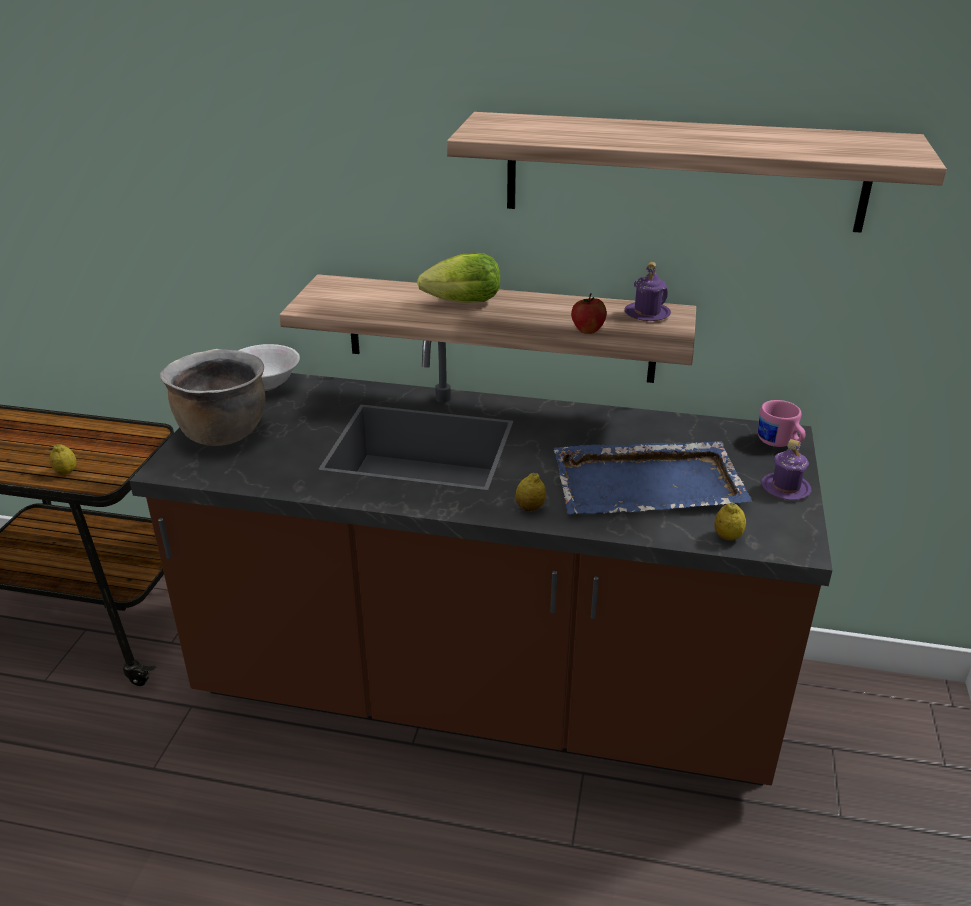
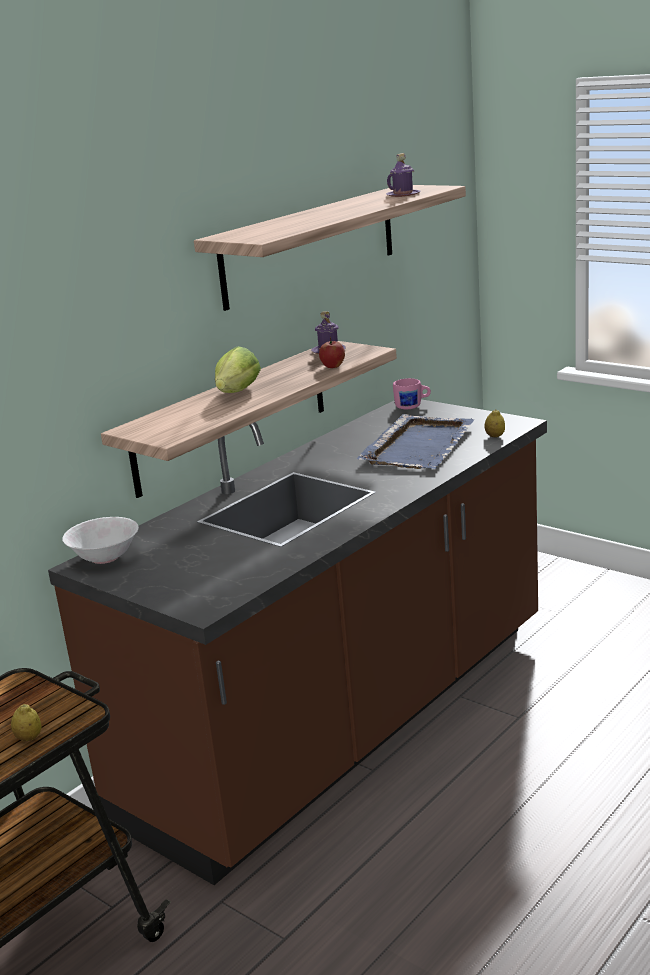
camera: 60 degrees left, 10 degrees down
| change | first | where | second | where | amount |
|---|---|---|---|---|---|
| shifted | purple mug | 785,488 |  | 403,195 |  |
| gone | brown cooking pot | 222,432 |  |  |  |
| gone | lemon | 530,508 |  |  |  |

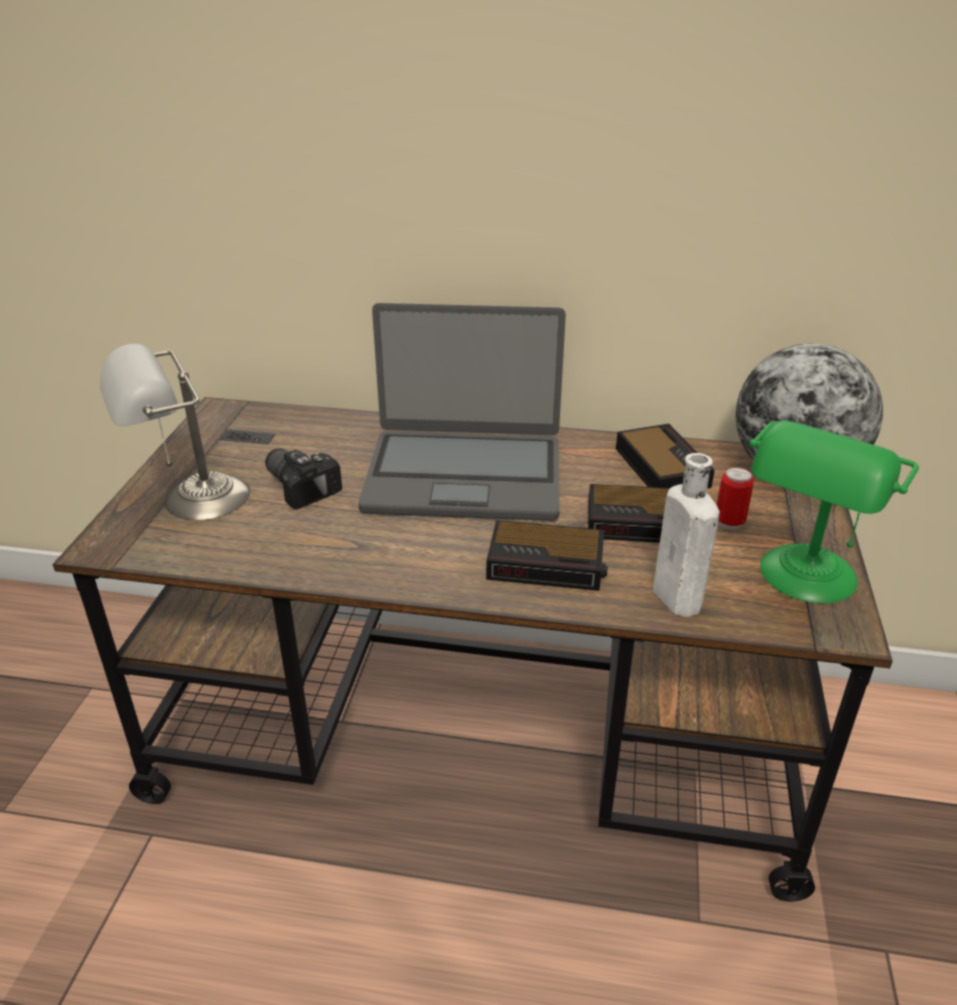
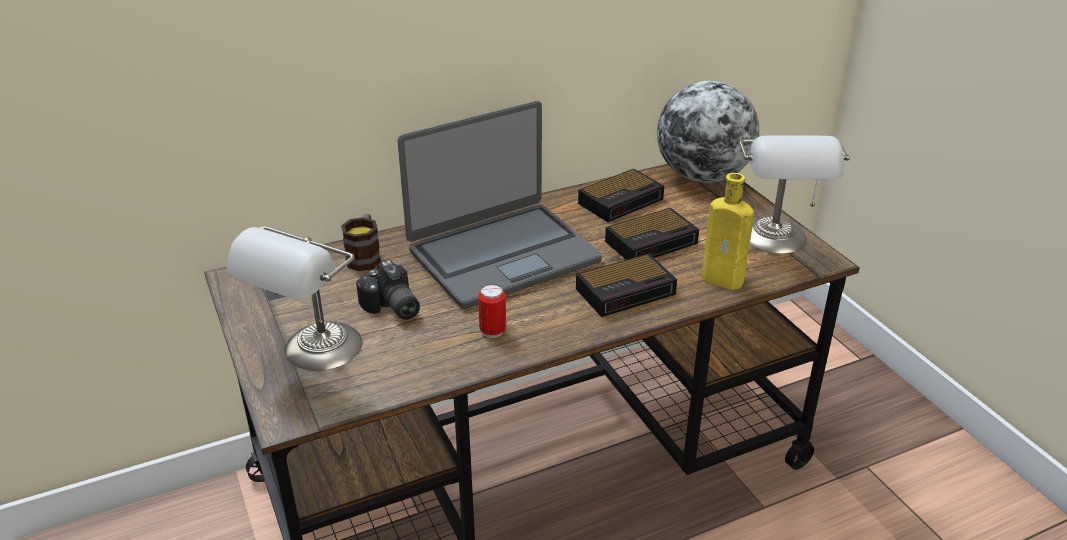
camera: 35 degrees left, 0 degrees up
| change | first | where | second | where | amount |
|---|---|---|---|---|---|
| new |  |  | mug | 365,256 |  |
| rotated | photo camera | 302,486 |  | 391,308 | 135 degrees counterclockwise |
| shifted | can | 729,522 |  | 492,331 |  |
| rotated | alarm clock | 660,466 |  | 622,200 | 105 degrees clockwise |
| repainted | white bottle | 679,600 | yellow bottle | 725,280 |  |
| repainted | green table lamp | 803,584 | white table lamp | 778,243 |  |

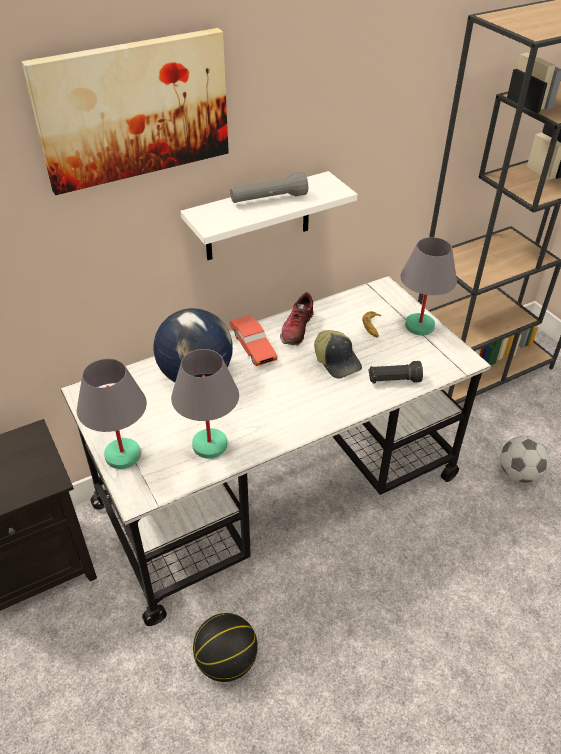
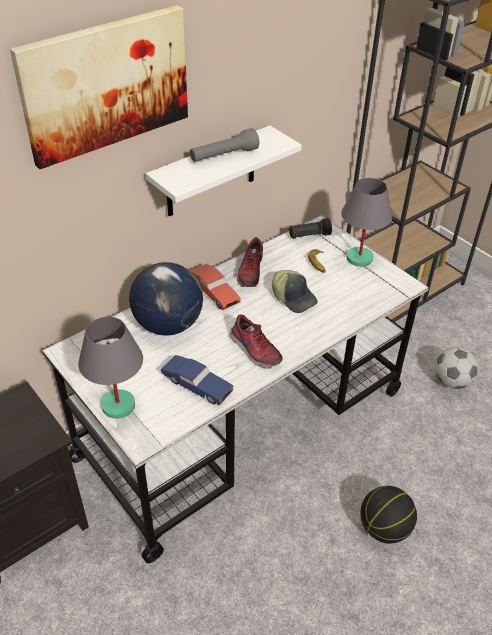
camera: 10 degrees left, 0 degrees up
| change | first | where | second | where | amount |
|---|---|---|---|---|---|
| swapped | grey table lamp | 210,444 | blue toy car | 197,386 |  |
| new |  |  | shoe | 254,350 |  |
| shifted | black flashlight | 393,380 |  | 309,236 |  |
| shifted | basketball | 227,661 |  | 384,528 |  |

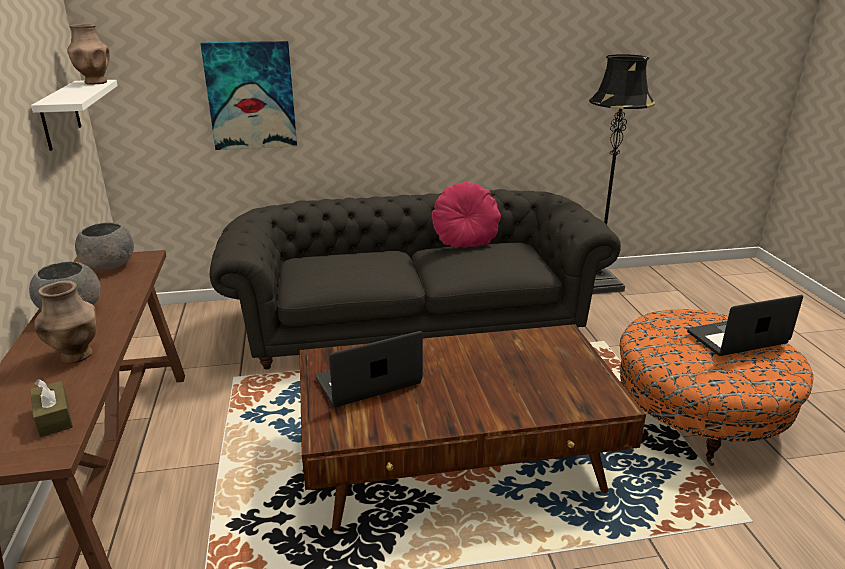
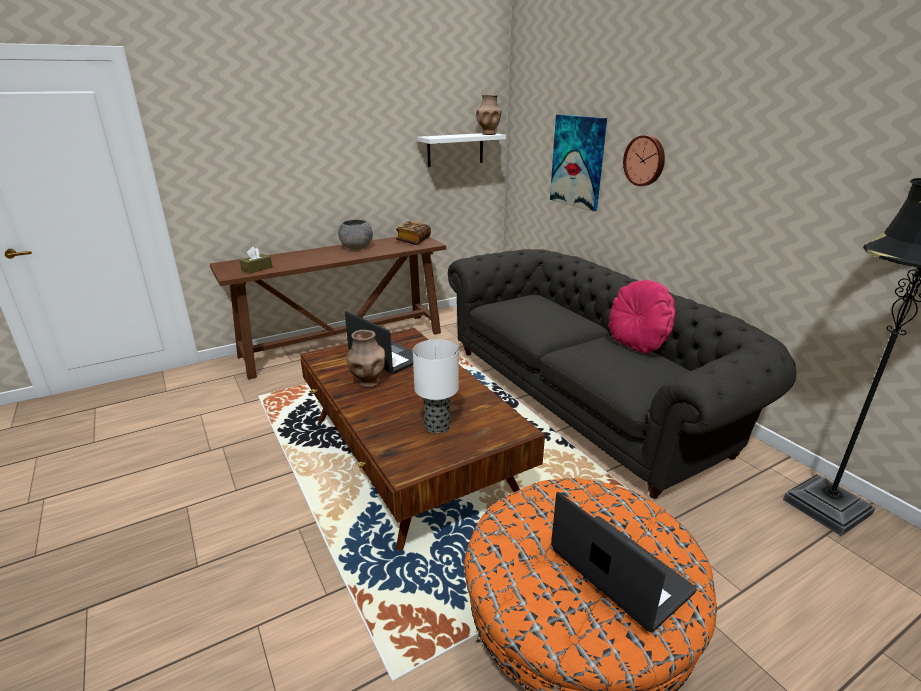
camera: 70 degrees right, 0 degrees up
| change | first | where | second | where | amount |
|---|---|---|---|---|---|
| shifted | brown vase | 76,355 |  | 368,383 |  |
| swapped | grey bowl | 109,266 | book | 413,240 |  |
| new |  |  | table lamp | 438,426 |  |
| new |  |  | wall clock | 645,160 |  |

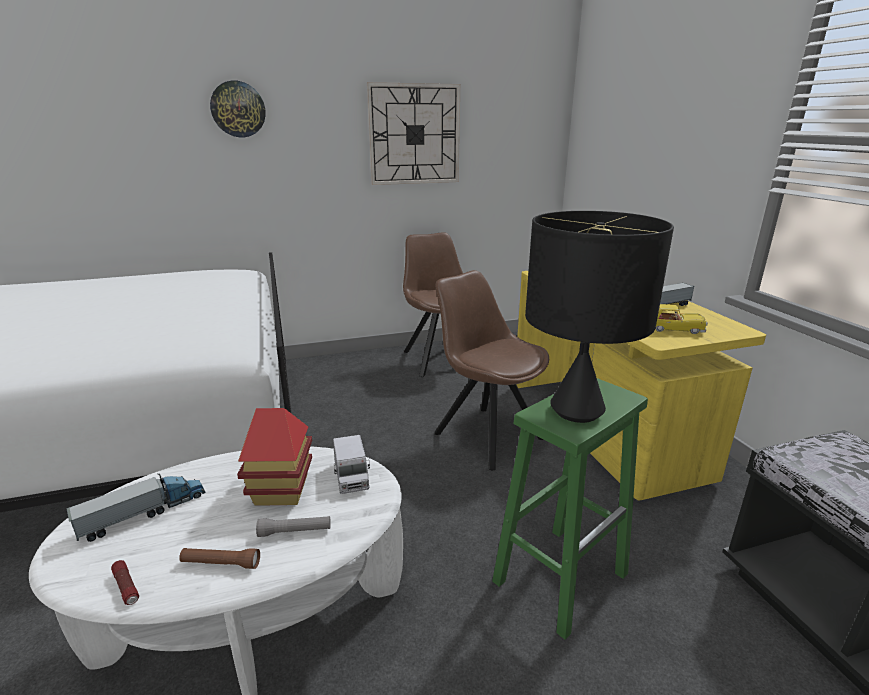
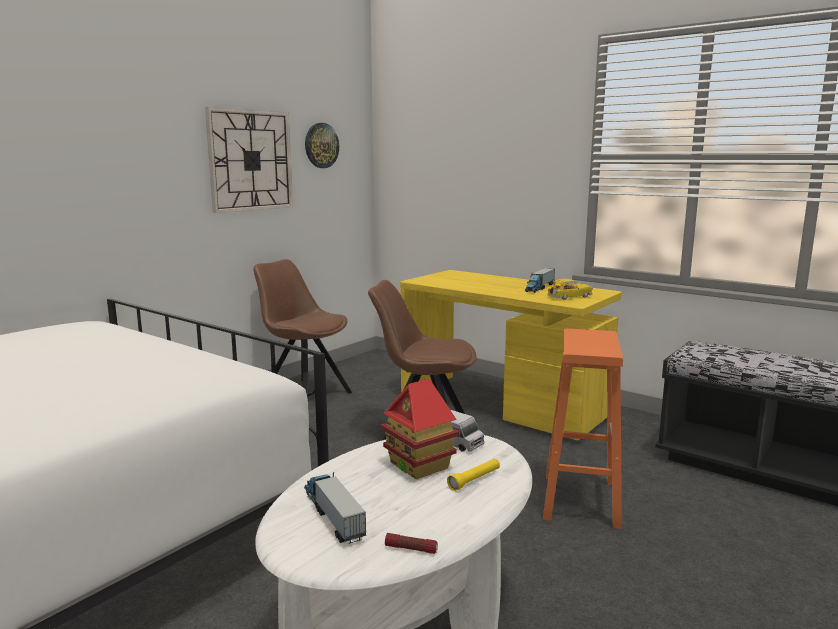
camera: 35 degrees left, 10 degrees down
| change | first | where | second | where | amount |
|---|---|---|---|---|---|
| rotated | toy truck | 144,513 |  | 332,515 | 45 degrees counterclockwise |
| shifted | wall clock | 238,109 |  | 321,145 |  |
| repainted | grey flashlight | 295,531 | yellow flashlight | 474,480 |  |
| repainted | green stool | 561,576 | orange stool | 580,499 |  |
| gone | brown flashlight | 221,563 |  |  |  |
| gone | black table lamp | 576,411 |  |  |  |

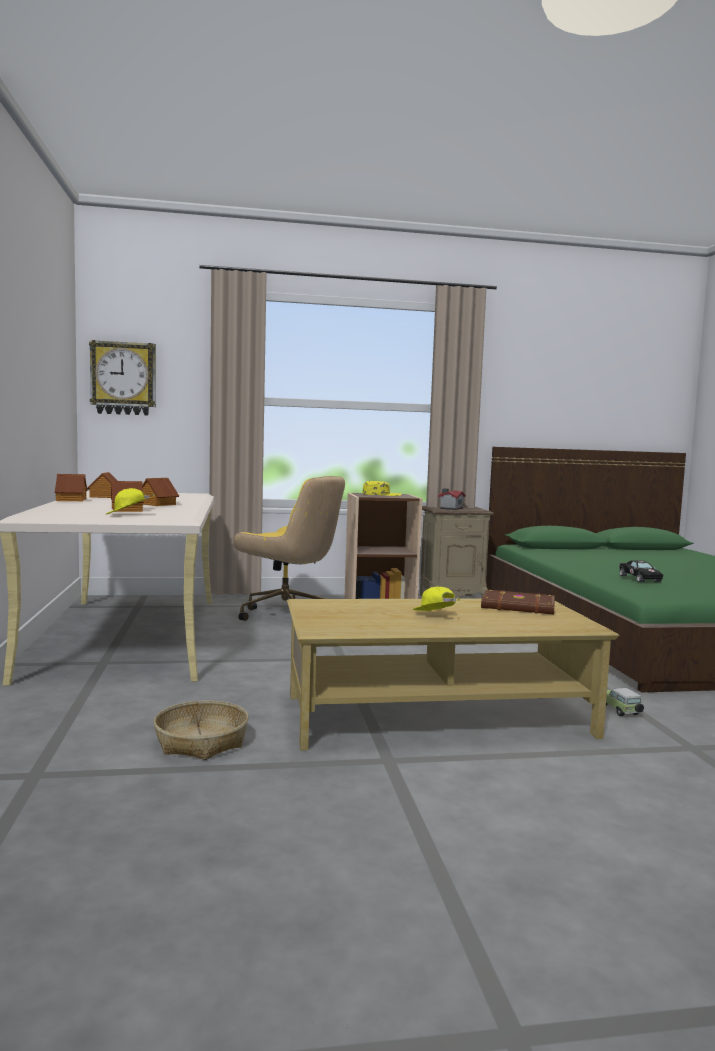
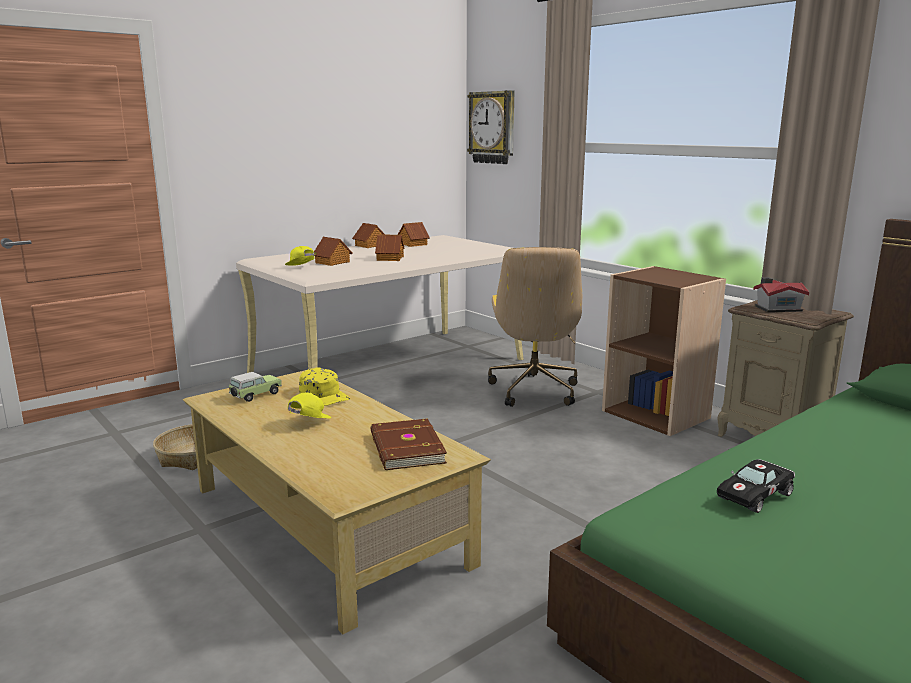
camera: 60 degrees right, 10 degrees up
| change | first | where | second | where | amount |
|---|---|---|---|---|---|
| shifted | toy car | 620,710 |  | 254,396 |  |
| shifted | yellow cap | 381,495 |  | 324,395 |  |

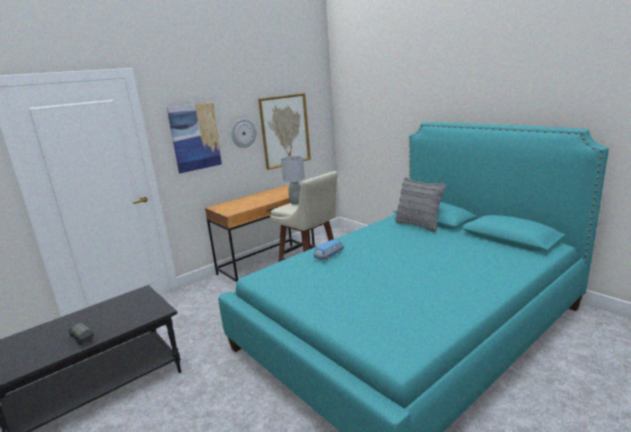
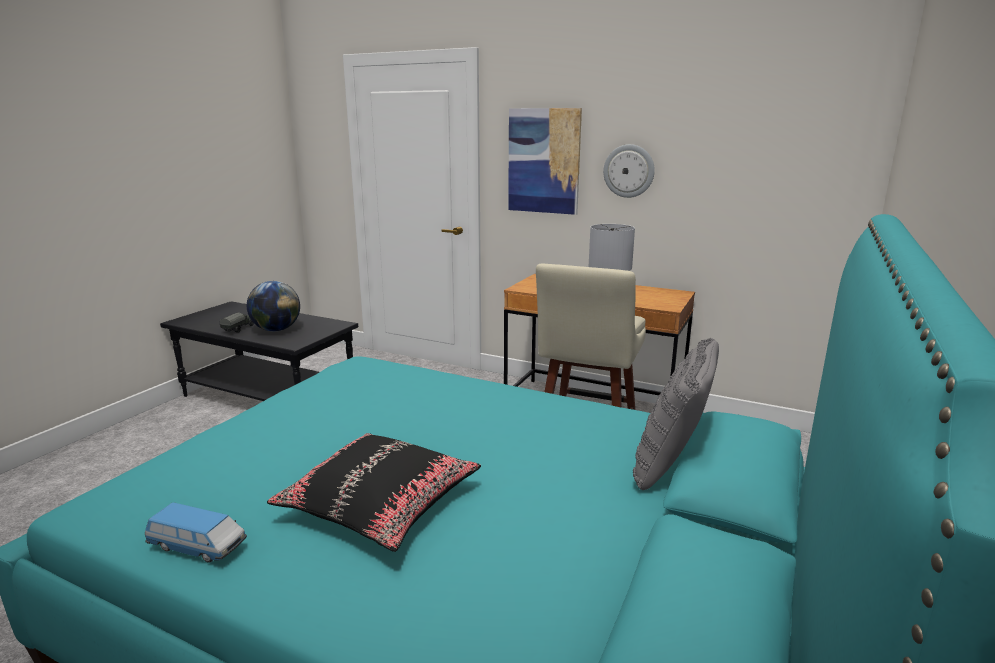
camera: 65 degrees right, 0 degrees up
| change | first | where | second | where | amount |
|---|---|---|---|---|---|
| shifted | toy car | 329,255 |  | 198,547 |  |
| new |  |  | globe | 276,330 |  |
| new |  |  | black pillow | 380,504 |  |
| gone | picture | 285,130 |  |  |  |

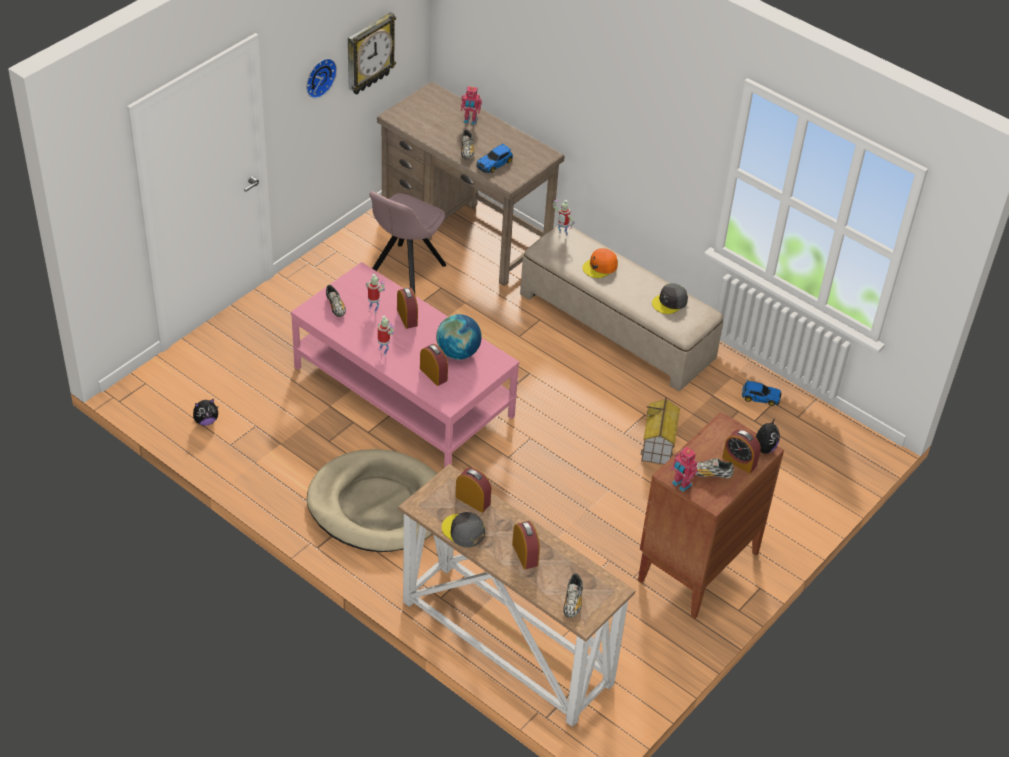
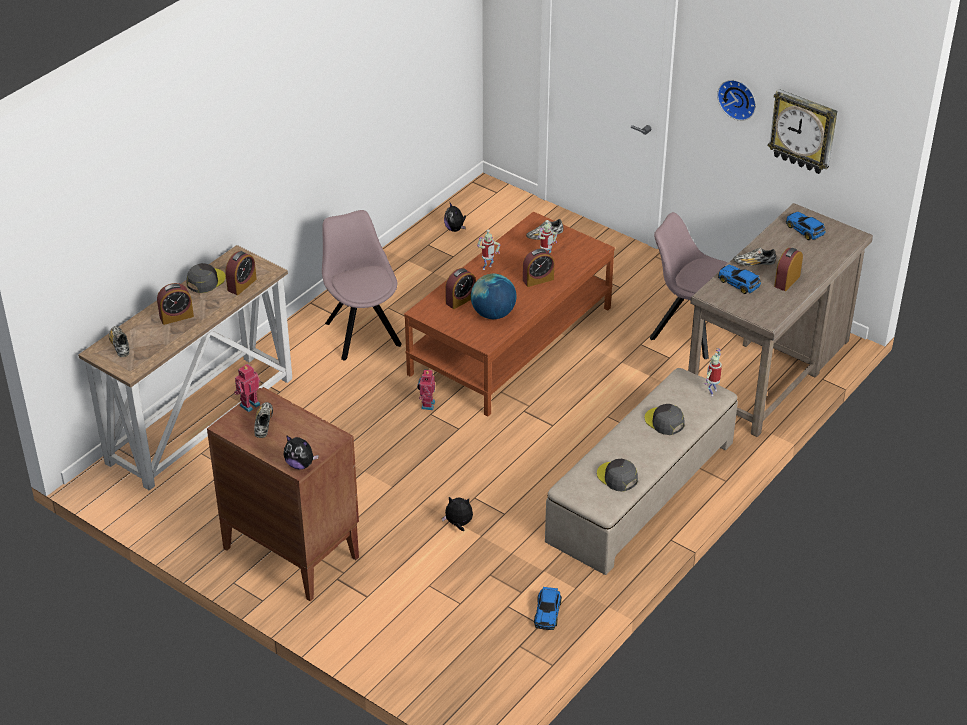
camera: 90 degrees right, 5 degrees down
| change | first | where | second | where | amount |
|---|---|---|---|---|---|
| rotated | shoe | 573,601 |  | 120,345 | 60 degrees clockwise |
| swapped | beige dog bed | 378,505 | pink chair | 362,334 |  |
| repainted | pink coffee table | 402,391 | brown coffee table | 511,340 |  |
| shifted | toy robot | 470,121 |  | 426,405 |  |
| swapped | toy house | 658,446 | plush toy | 458,524 |  |
| repainted | orange cap | 600,267 | grey cap | 664,422 |  |
| shifted | alarm clock | 739,461 |  | 787,281 |  |
| new |  |  | toy car | 805,230 |  |

